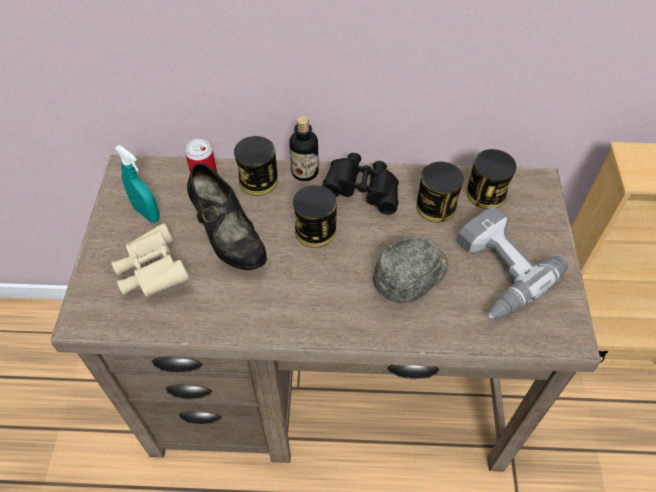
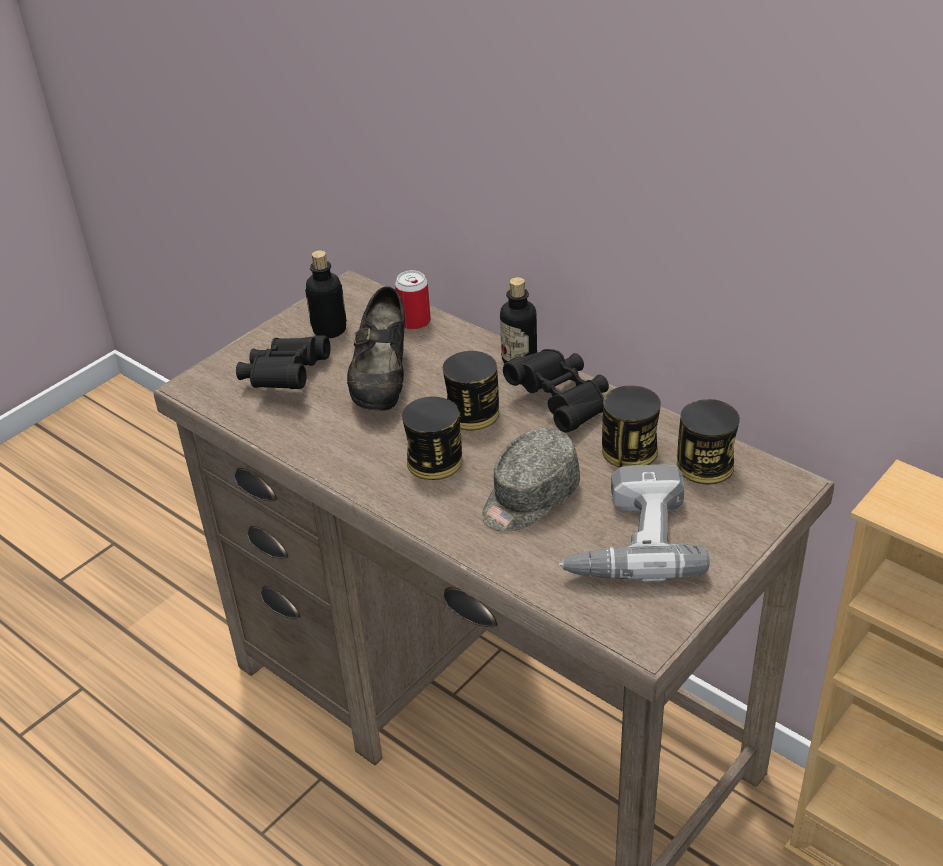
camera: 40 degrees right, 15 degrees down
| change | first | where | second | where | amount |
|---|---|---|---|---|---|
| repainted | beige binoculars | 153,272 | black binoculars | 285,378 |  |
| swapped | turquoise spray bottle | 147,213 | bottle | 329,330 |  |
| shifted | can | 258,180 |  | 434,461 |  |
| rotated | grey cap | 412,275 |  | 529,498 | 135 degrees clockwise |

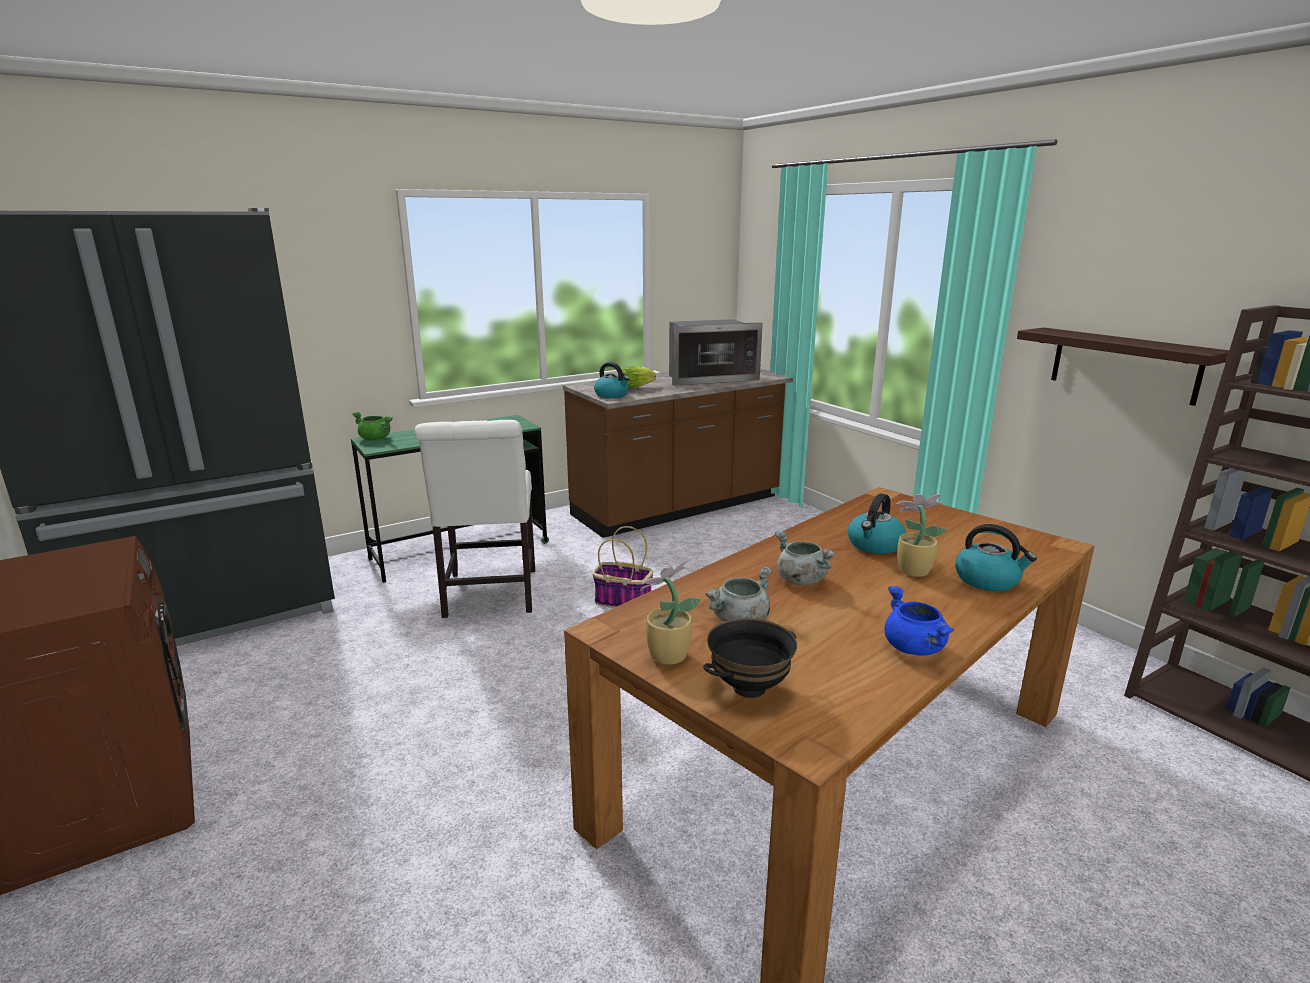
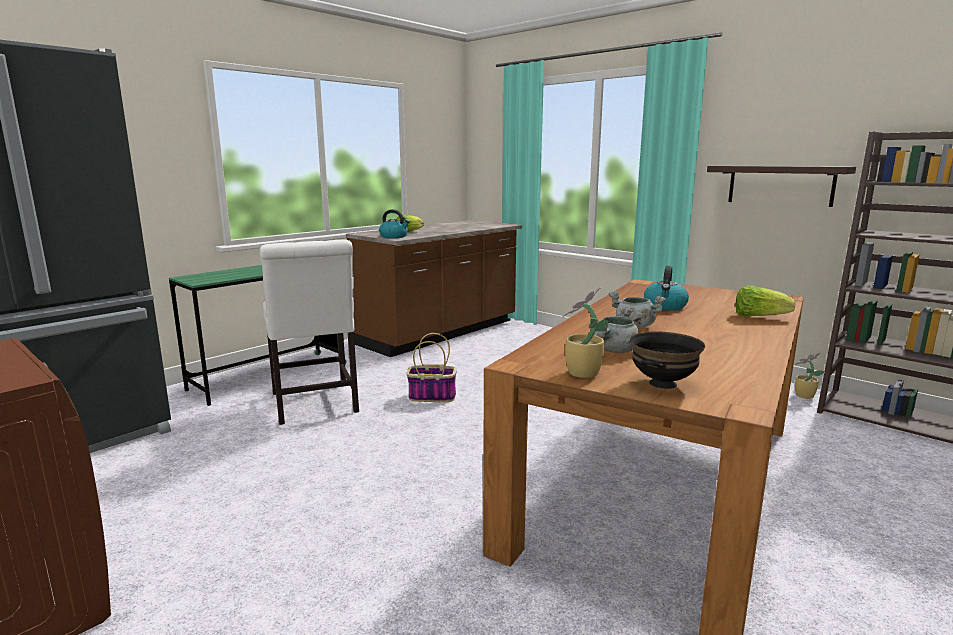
camera: 15 degrees left, 5 degrees down
| change | first | where | second | where | amount |
|---|---|---|---|---|---|
| swapped | kettle | 988,580 | lettuce | 758,317 |  |
| shifted | potted plant | 912,571 |  | 803,396 |  |
| gone | green cooking pot | 376,439 |  |  |  |
| gone | microwave | 709,378 |  |  |  |
| gone | blue cooking pot | 915,649 |  |  |  |

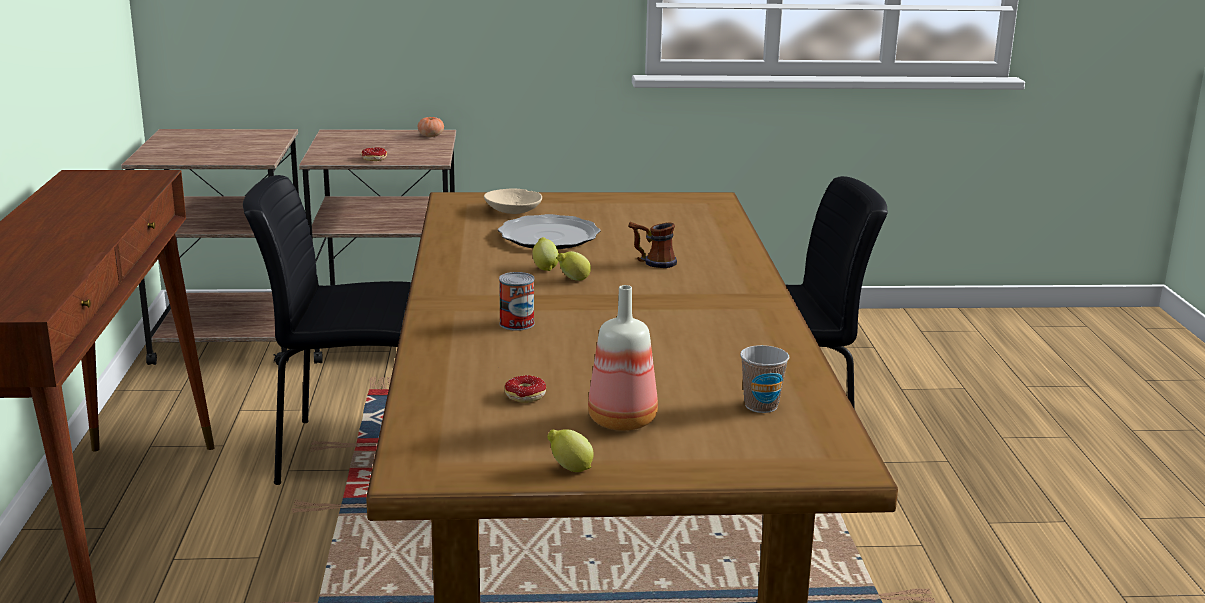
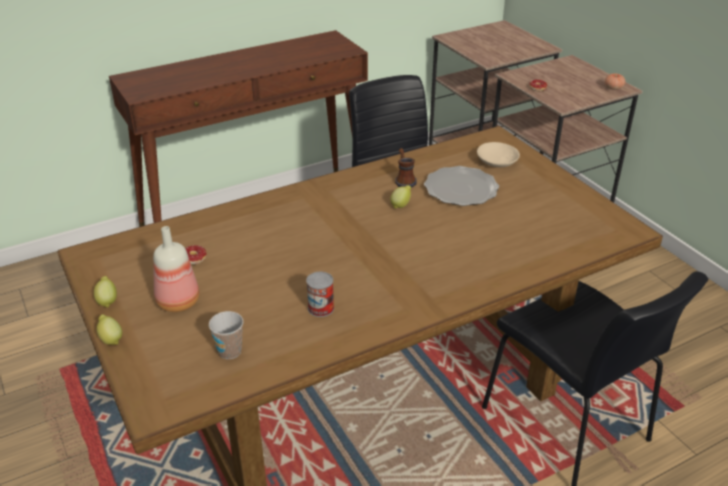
camera: 65 degrees right, 15 degrees up
| change | first | where | second | where | amount |
|---|---|---|---|---|---|
| shifted | lemon | 573,280 |  | 111,339 |  |
| shifted | can | 517,323 |  | 321,308 |  |
| shifted | mug | 652,262 |  | 404,180 |  |

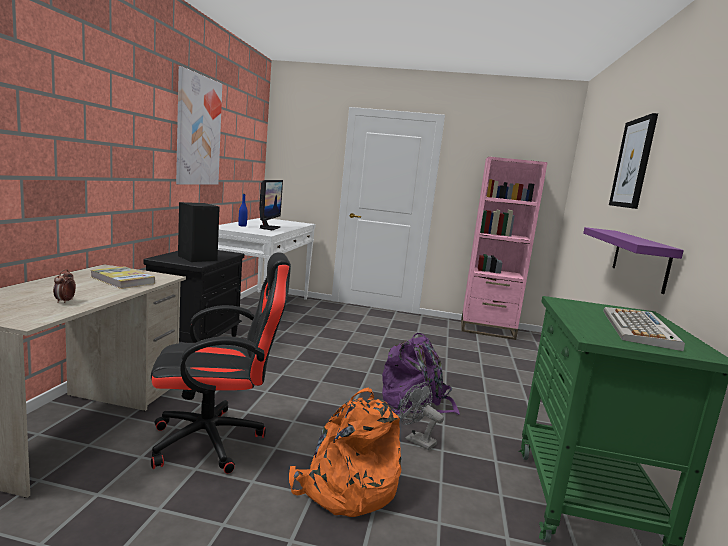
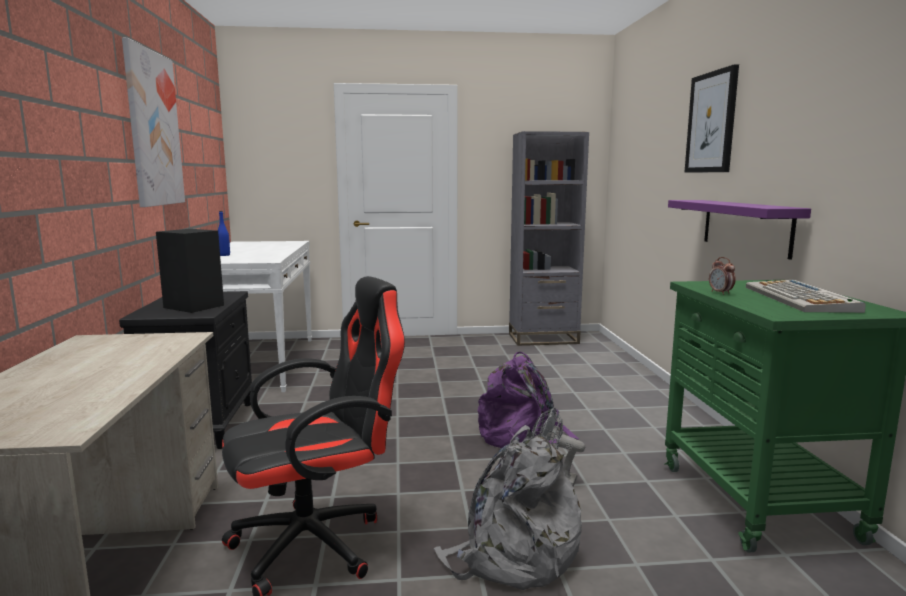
camera: 15 degrees left, 0 degrees up
| change | first | where | second | where | amount |
|---|---|---|---|---|---|
| repainted | orange backpack | 345,488 | grey backpack | 512,555 |  |
| repainted | pink bookcase | 487,330 | grey bookcase | 543,339 |  |
| shifted | alarm clock | 65,301 |  | 720,293 |  |
| gone | book | 122,280 |  |  |  |
| gone | monitor | 268,228 |  |  |  |

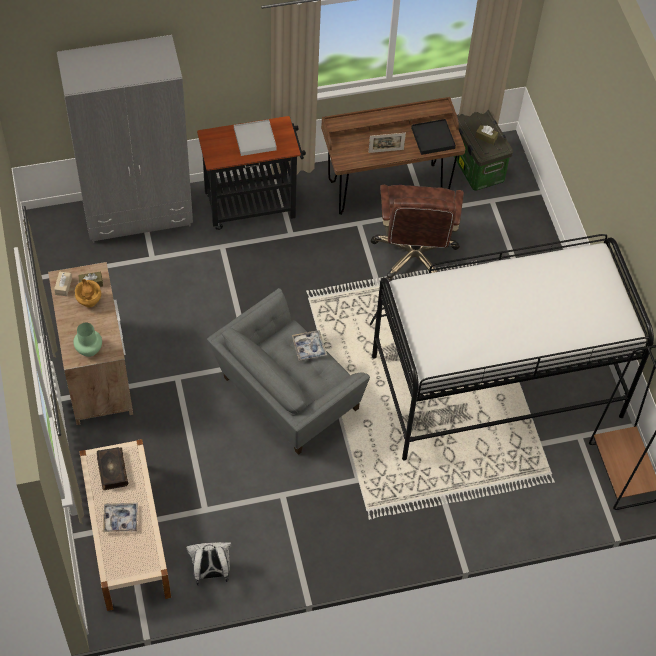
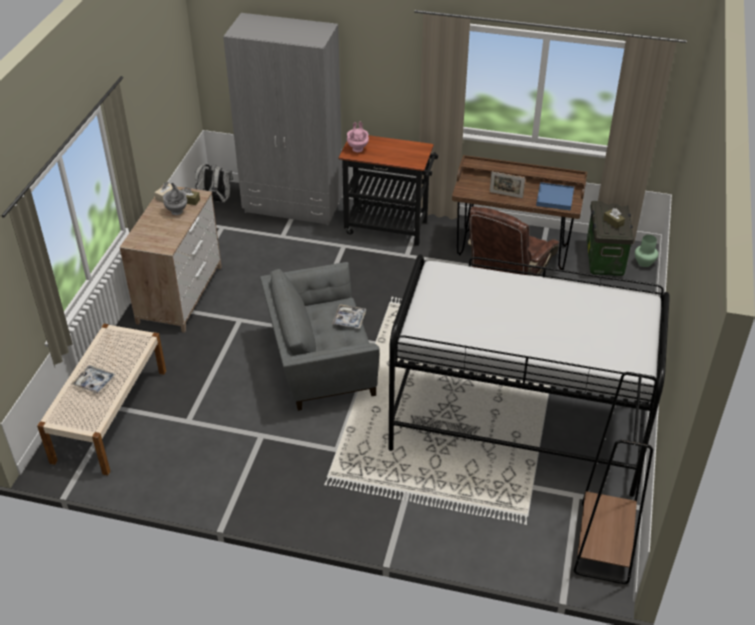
camera: 30 degrees right, 15 degrees down
| change | first | where | second | where | amount |
|---|---|---|---|---|---|
| repainted | brown vase | 90,302 | grey vase | 177,211 |  |
| shifted | white backpack | 211,573 |  | 216,199 |  |
| new |  |  | pink vase | 358,149 |  |
| repainted | black tray | 432,138 | blue tray | 554,198 |  |
| shifted | green vase | 88,350 |  | 644,262 |  |
| gone | book | 112,471 |  |  |  |
| gone | white tray | 255,139 |  |  |  |

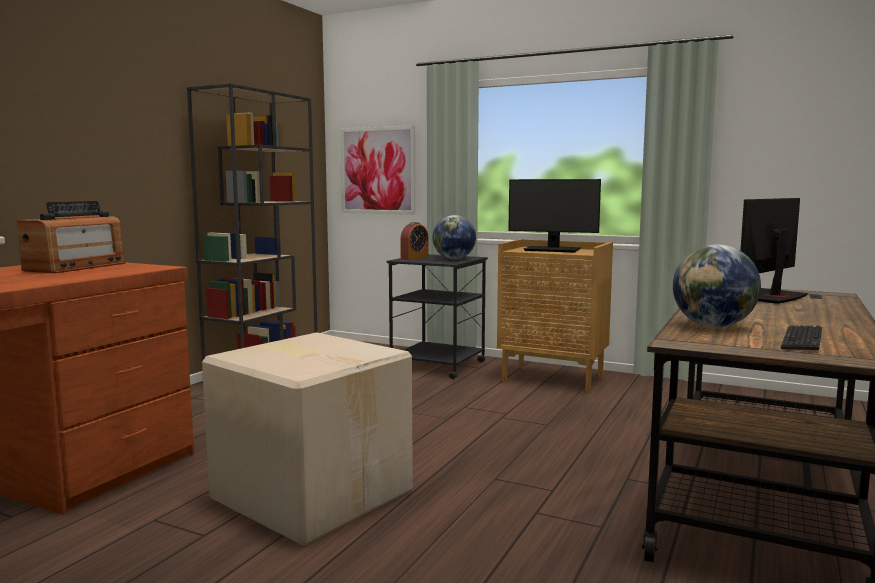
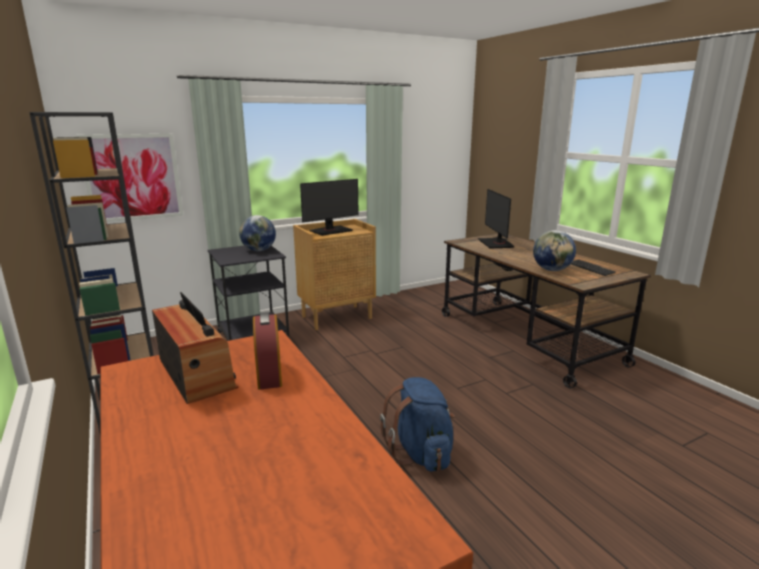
camera: 55 degrees left, 10 degrees up
| change | first | where | second | where | amount |
|---|---|---|---|---|---|
| shifted | alarm clock | 414,258 |  | 269,374 |  |
| swapped | cardboard box | 313,494 | blue backpack | 421,453 |  |

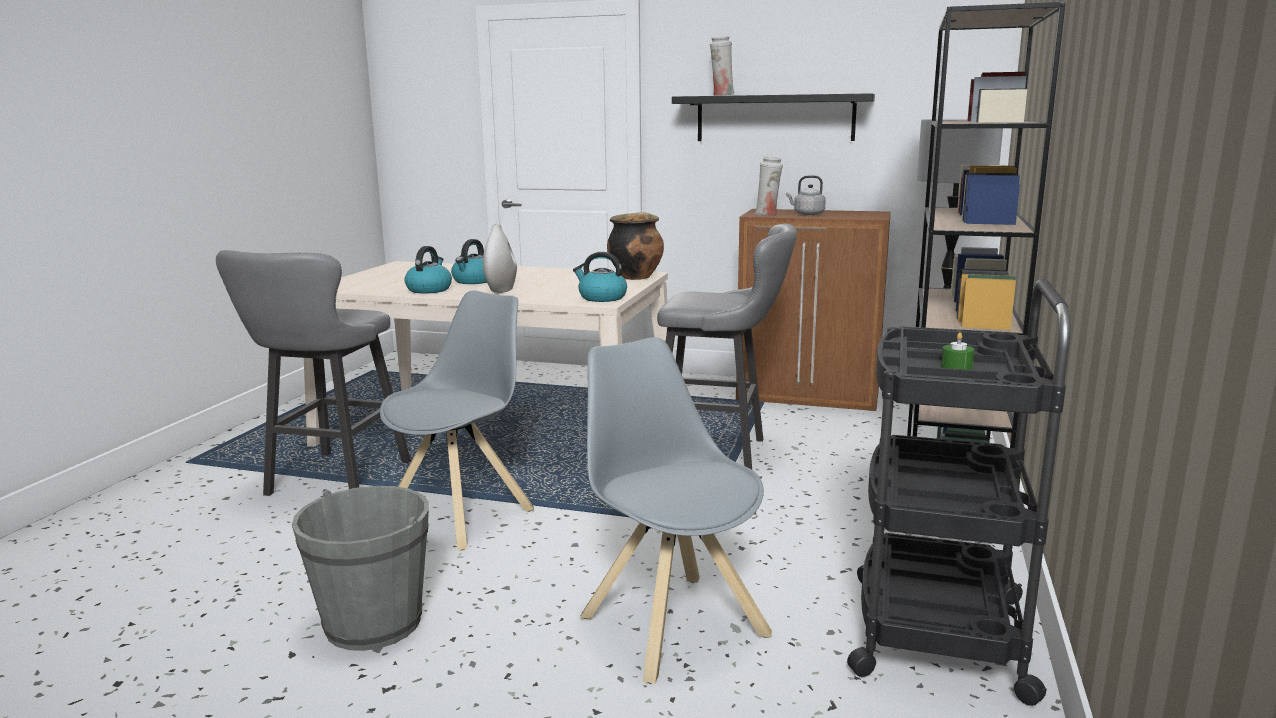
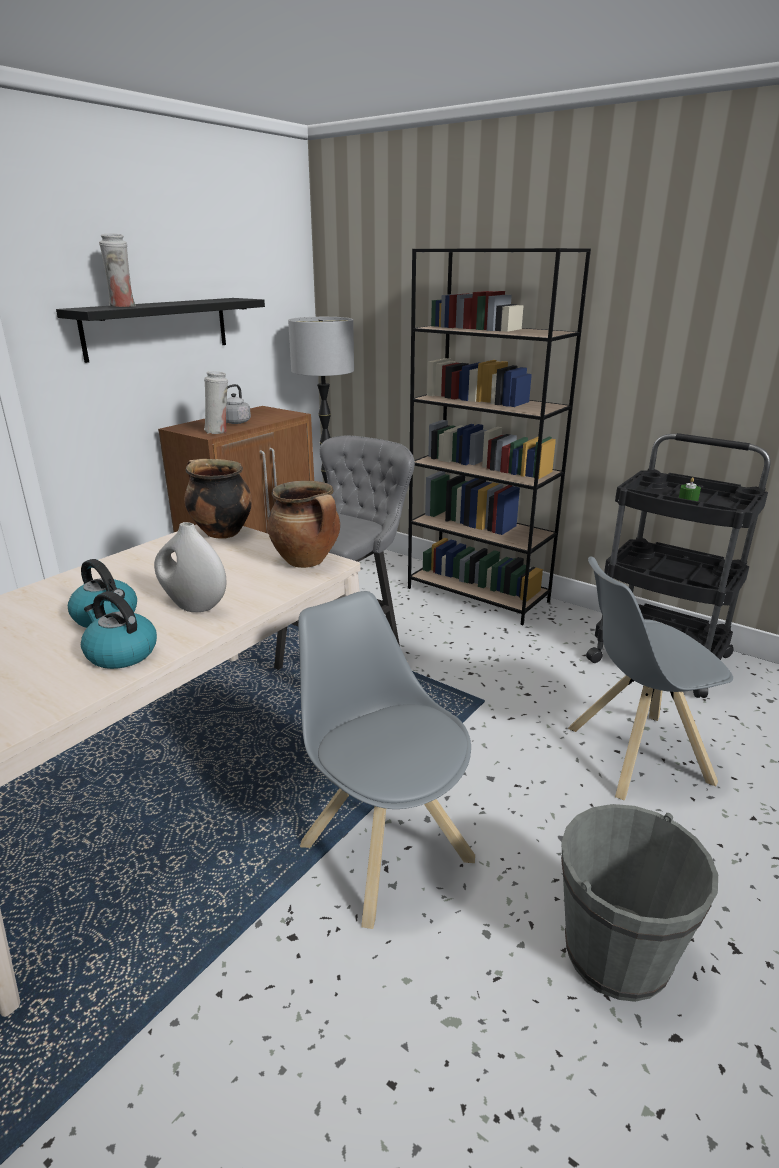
camera: 70 degrees left, 10 degrees up
| change | first | where | second | where | amount |
|---|---|---|---|---|---|
| swapped | kettle | 601,298 | cooking pot | 307,561 |  |
| gone | grey stool | 330,484 |  |  |  |

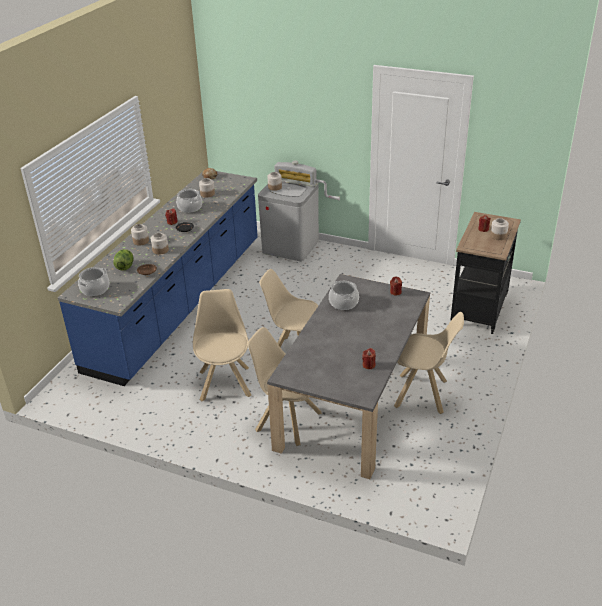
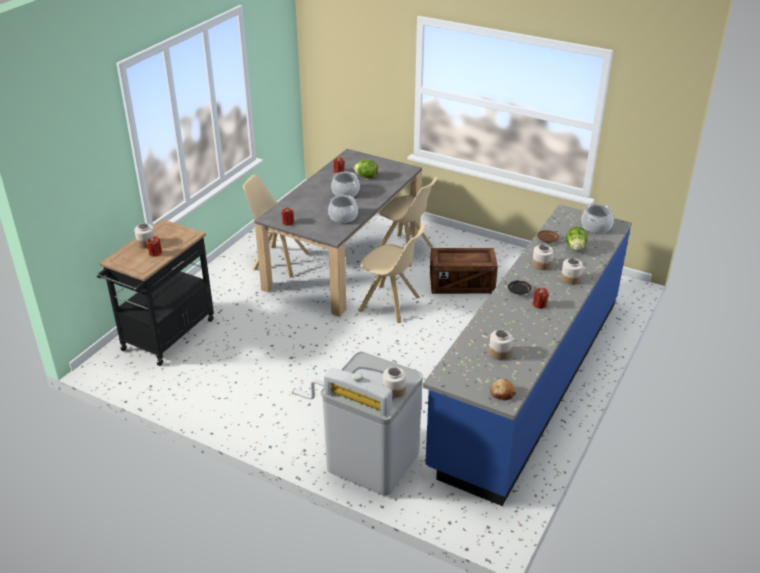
camera: 175 degrees left, 0 degrees up
| change | first | where | second | where | amount |
|---|---|---|---|---|---|
| shifted | cooking pot | 189,207 |  | 345,192 |  |
| new |  |  | lettuce | 366,177 |  |
| swapped | beige chair | 225,382 | crate | 462,284 |  |

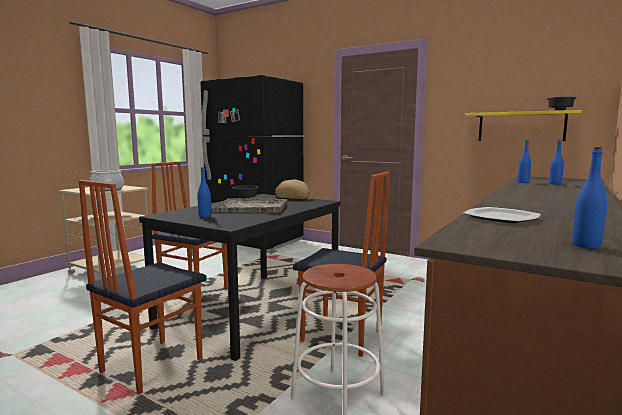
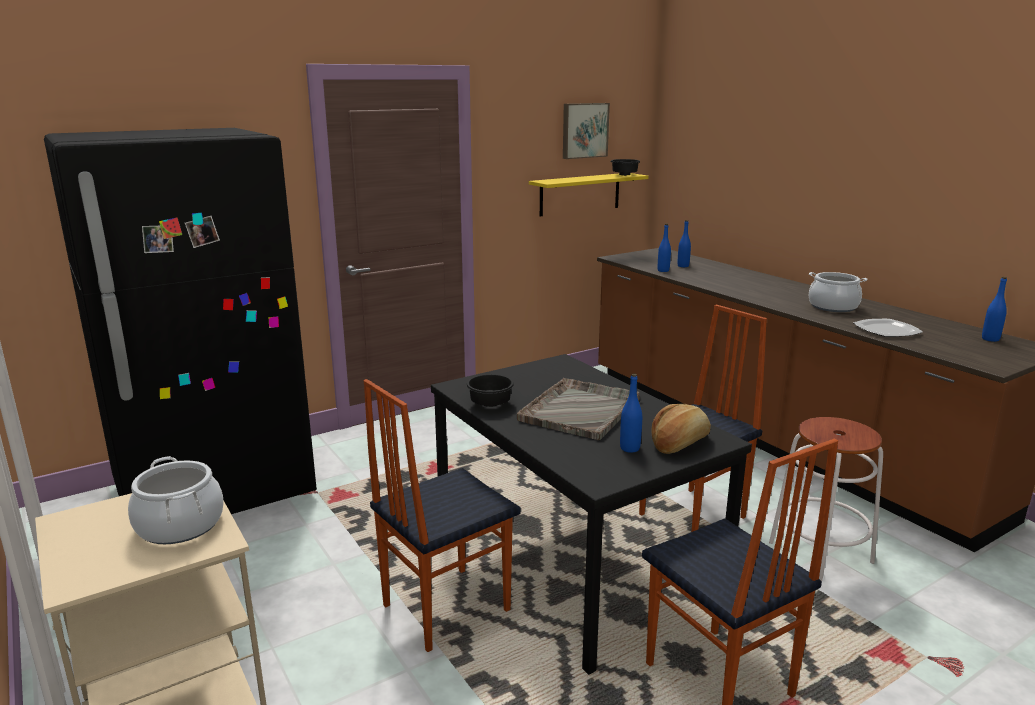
camera: 65 degrees left, 10 degrees up
| change | first | where | second | where | amount |
|---|---|---|---|---|---|
| new |  |  | picture | 584,130 |  |
| shifted | bread | 292,198 |  | 679,443 |  |
| new |  |  | cooking pot | 833,307 |  |

